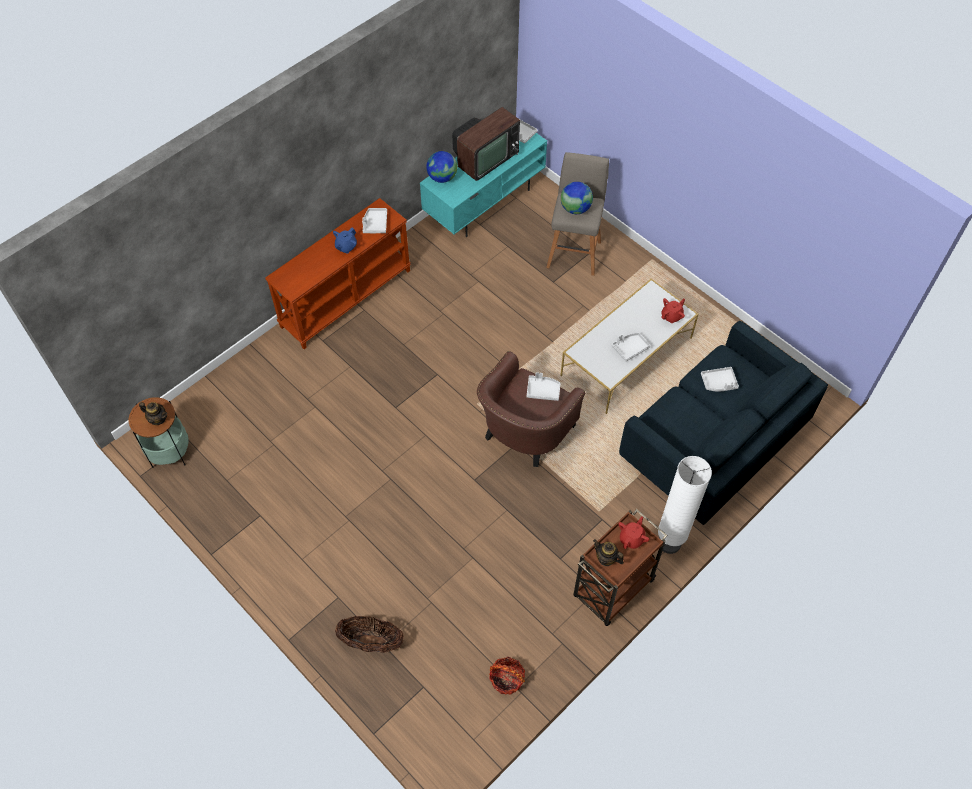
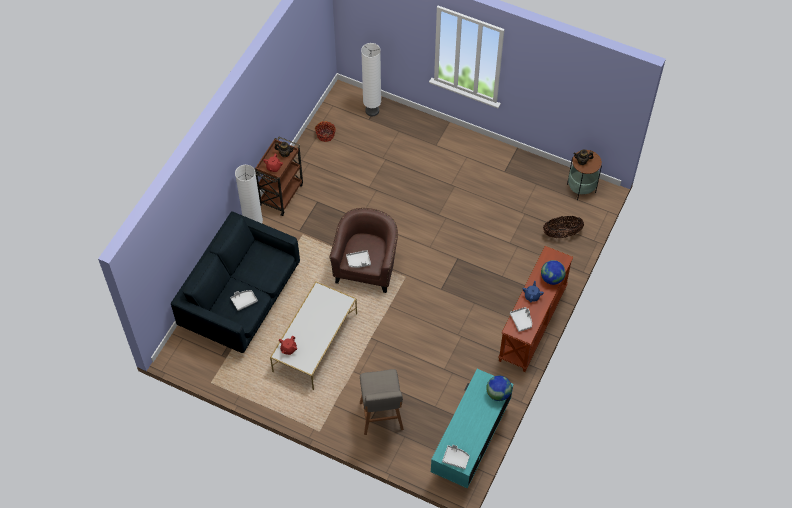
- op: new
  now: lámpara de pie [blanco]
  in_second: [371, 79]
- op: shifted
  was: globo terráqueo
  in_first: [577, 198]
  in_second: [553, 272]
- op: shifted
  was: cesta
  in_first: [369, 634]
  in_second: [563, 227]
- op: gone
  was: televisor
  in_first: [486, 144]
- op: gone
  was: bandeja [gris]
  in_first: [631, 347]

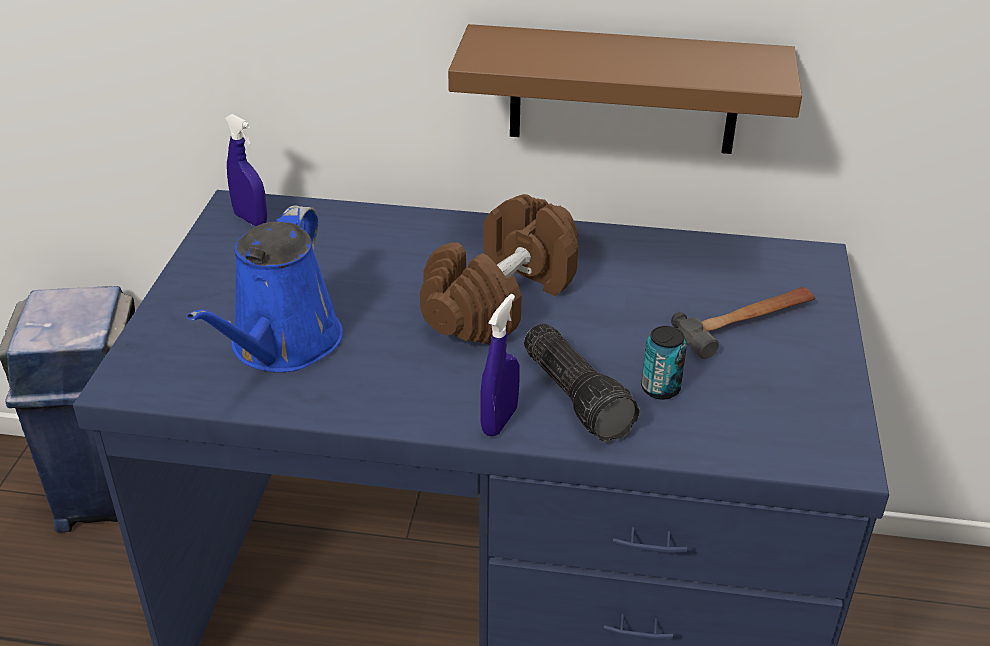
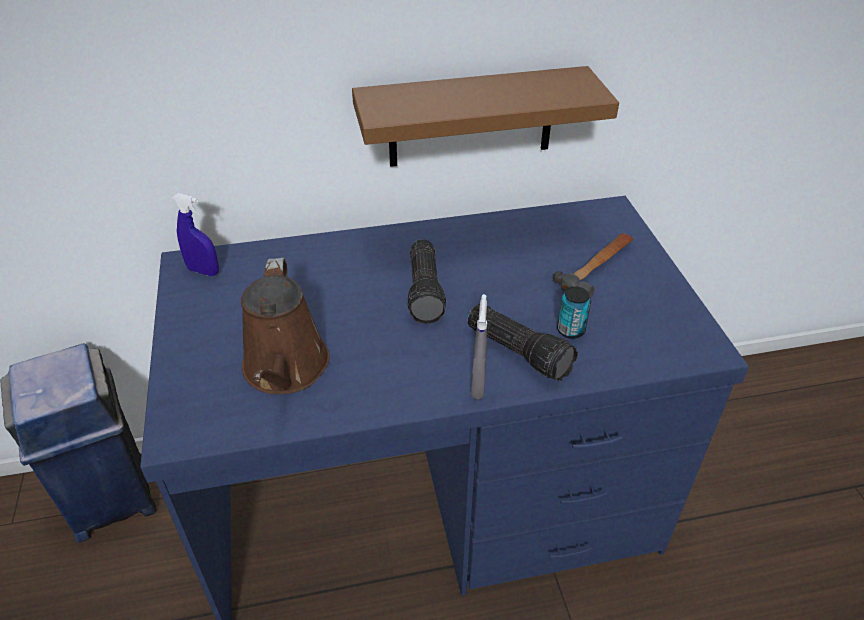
- op: repainted
  was: regadera [azul]
  now: regadera [marrón]
  in_first: [265, 289]
  in_second: [285, 326]
- op: swapped
  was: mancuerna [marrón]
  now: linterna
  in_first: [499, 269]
  in_second: [426, 281]
- op: repainted
  was: pulverizador [azul]
  now: pulverizador [gris]
  in_first: [500, 365]
  in_second: [479, 347]

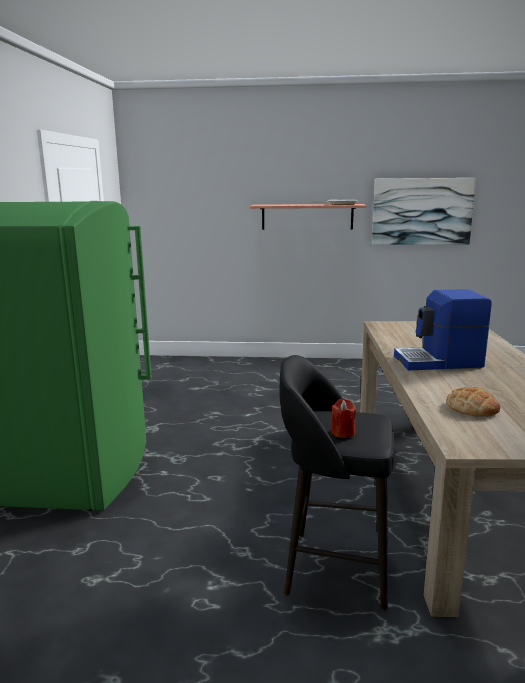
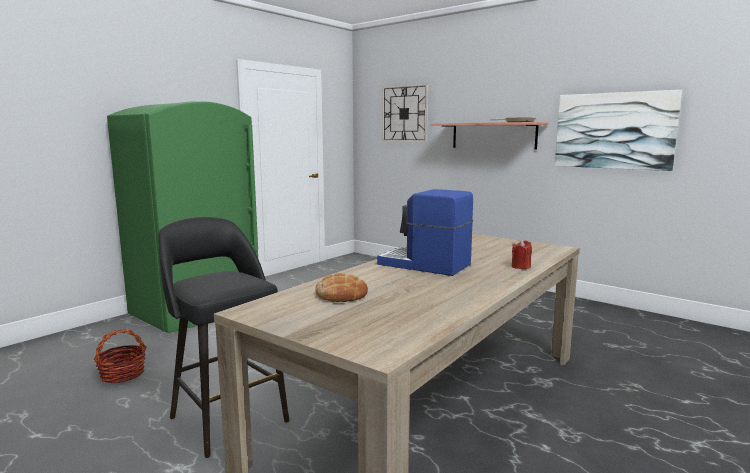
- op: new
  now: cesta
  in_second: [120, 356]
- op: new
  now: reloj de pared
  in_second: [405, 112]
- op: shifted
  was: vela [rojo]
  in_first: [344, 418]
  in_second: [522, 254]

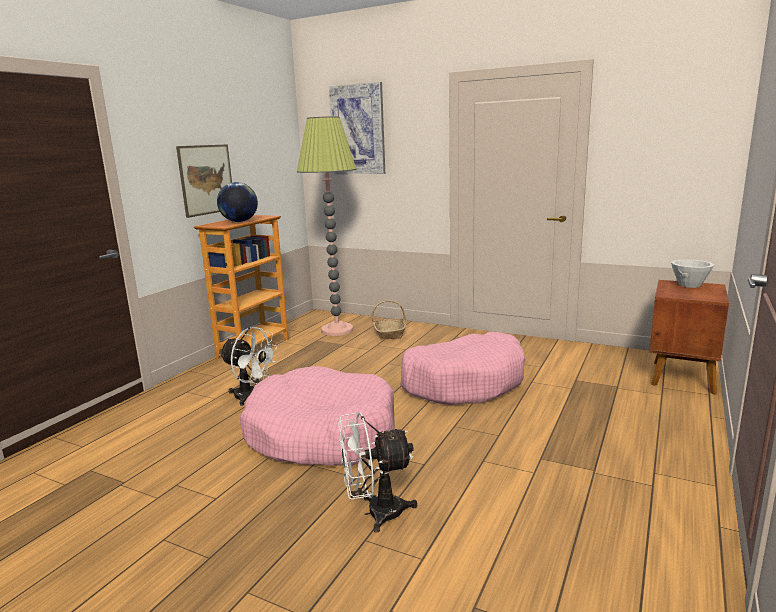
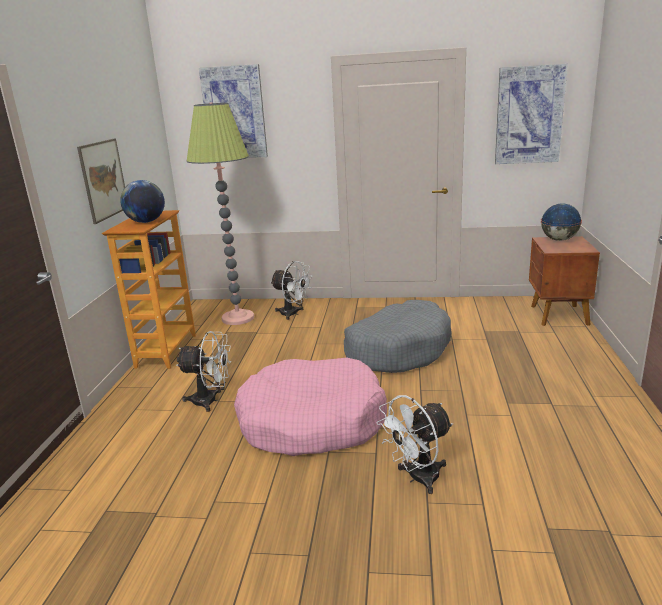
- op: swapped
  was: cesta
  now: ventilador [blanco]
  in_first: [389, 320]
  in_second: [291, 290]
- op: repainted
  was: cama para perro [rosa]
  now: cama para perro [gris]
  in_first: [462, 368]
  in_second: [398, 336]
- op: new
  now: cuadro
  in_second: [531, 114]
- op: swapped
  was: cuenco [blanco]
  now: globo terráqueo
  in_first: [692, 274]
  in_second: [561, 222]

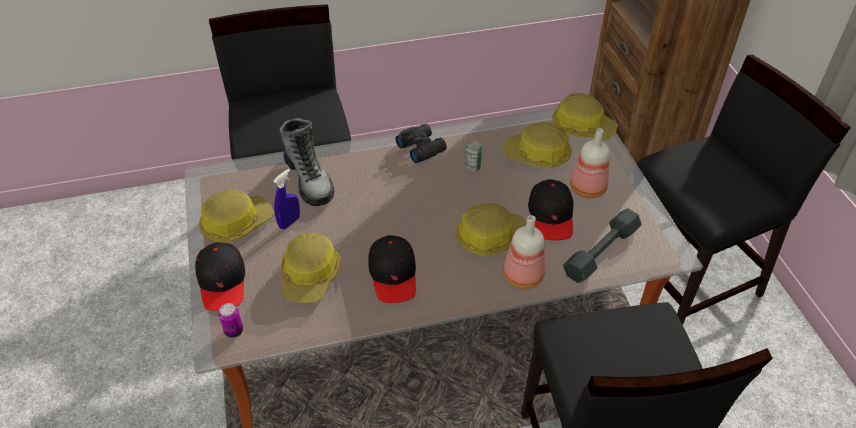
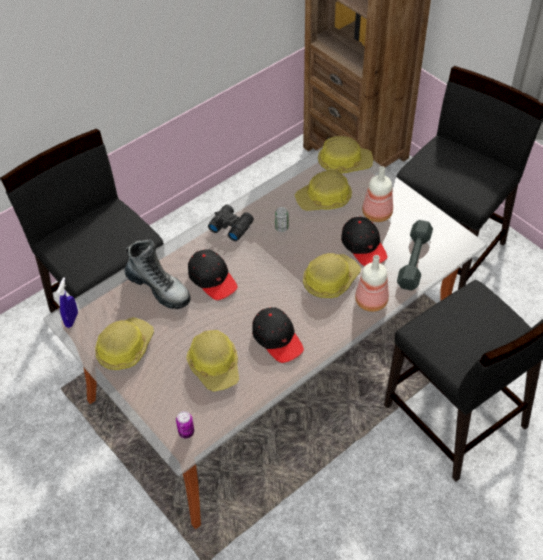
- op: shifted
  was: pulverizador [azul]
  in_first: [286, 199]
  in_second: [67, 302]
- op: shifted
  was: gorra [negro]
  in_first: [220, 276]
  in_second: [213, 274]

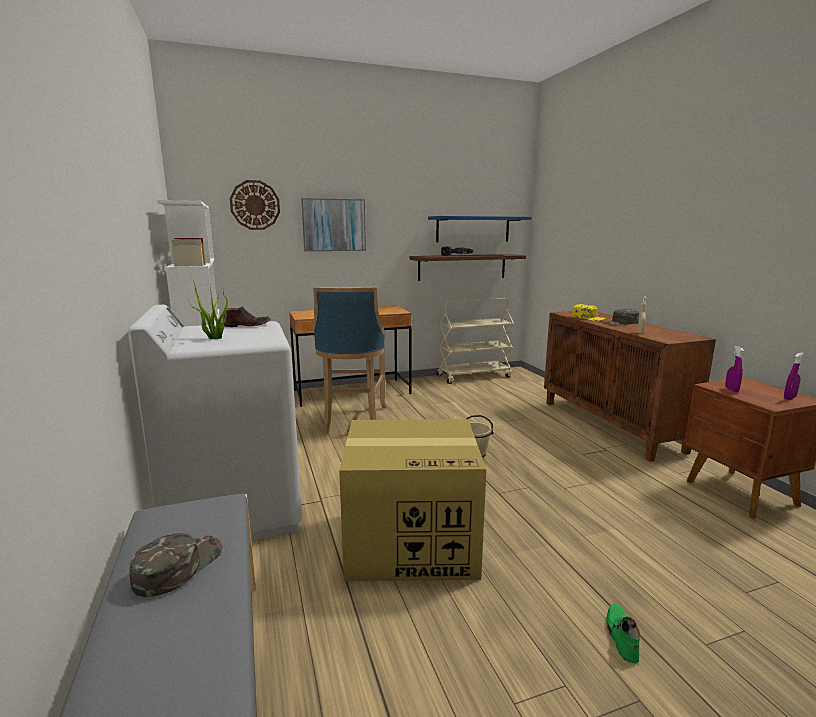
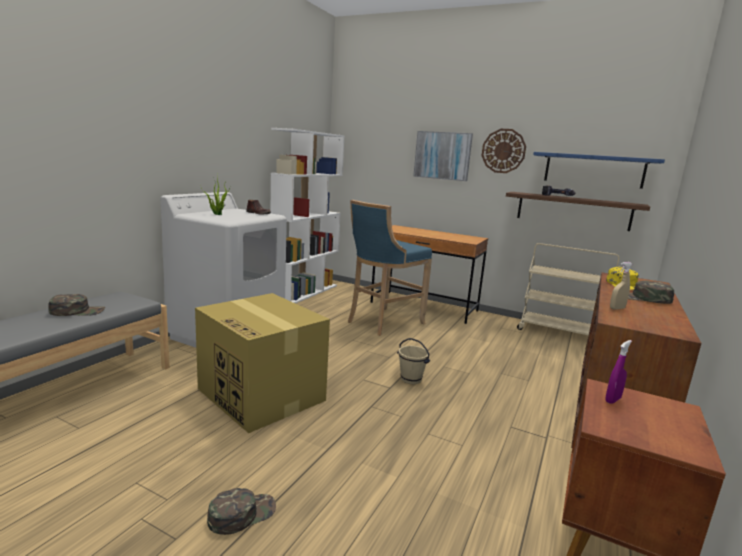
- op: swapped
  was: zapato [verde]
  now: gorra [verde]
  in_first: [623, 633]
  in_second: [241, 511]
- op: shifted
  was: reloj de pared
  in_first: [255, 205]
  in_second: [503, 151]
- op: gone
  was: pulverizador [morado]
  in_first: [794, 376]

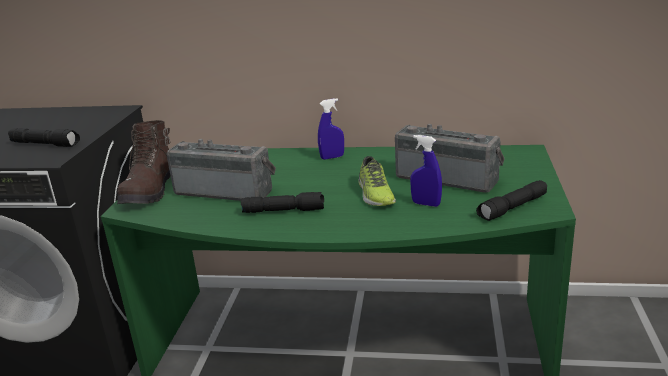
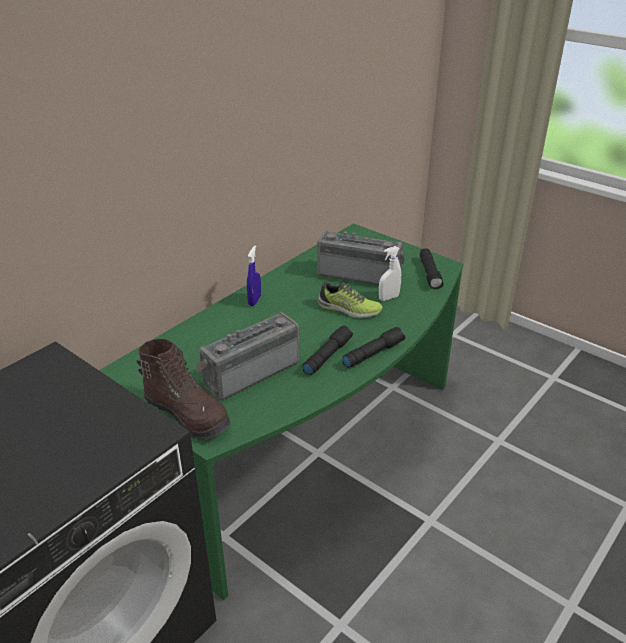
- op: rotated
  was: radio
  in_first: [450, 158]
  in_second: [361, 258]
  clockwise: 45
- op: shifted
  was: linterna [negro]
  in_first: [44, 137]
  in_second: [374, 347]
- op: repainted
  was: pulverizador [azul]
  now: pulverizador [blanco]
  in_first: [426, 171]
  in_second: [390, 273]

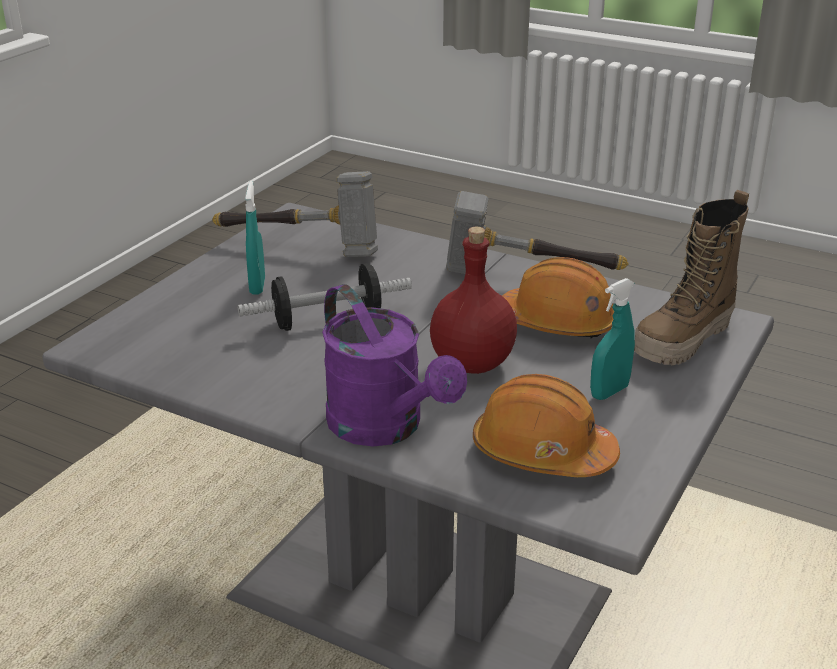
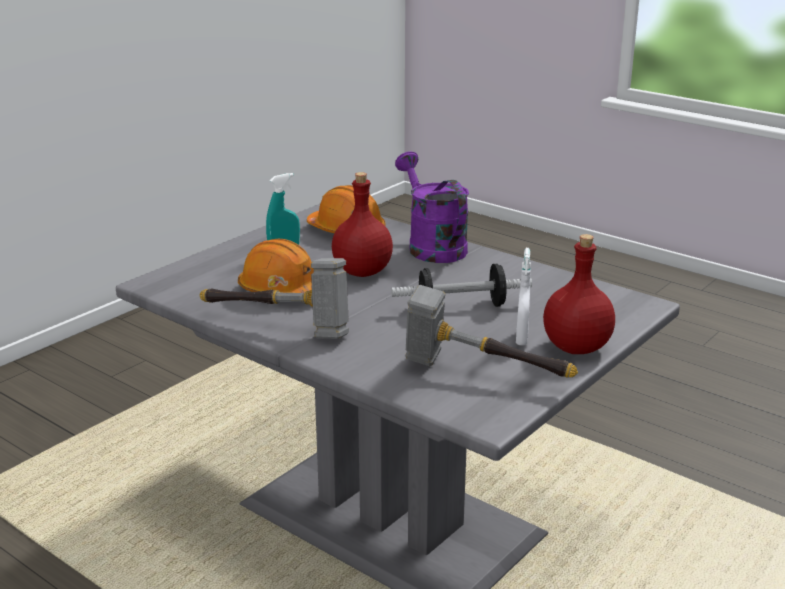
- op: repainted
  was: pulverizador [turquesa]
  now: pulverizador [blanco]
  in_first: [255, 238]
  in_second: [523, 296]
- op: new
  now: botella [rojo]
  in_second: [579, 294]
- op: gone
  was: bota
  in_first: [691, 277]

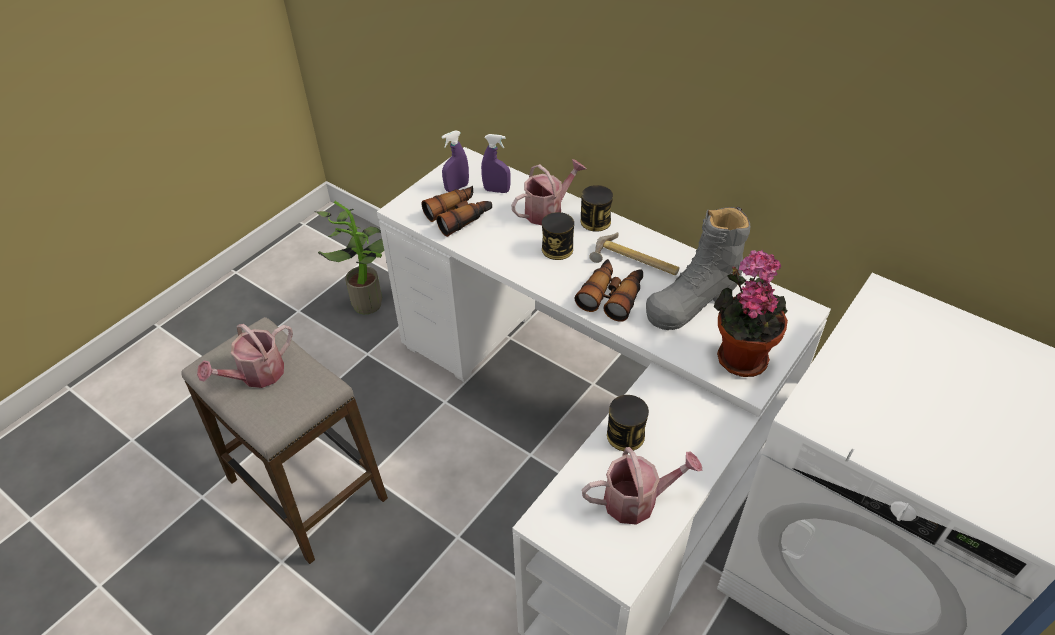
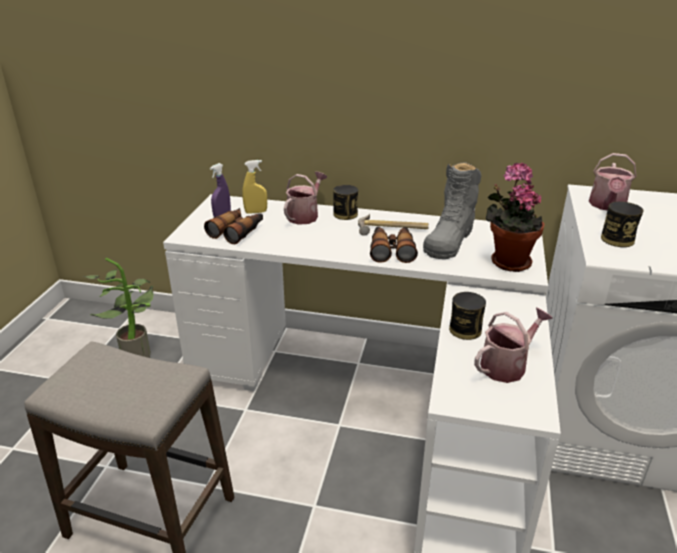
- op: repainted
  was: pulverizador [morado]
  now: pulverizador [amarillo]
  in_first: [496, 163]
  in_second: [254, 187]
- op: shifted
  was: regadera
  in_first: [245, 356]
  in_second: [613, 181]
- op: shifted
  was: lata
  in_first: [558, 236]
  in_second: [622, 224]

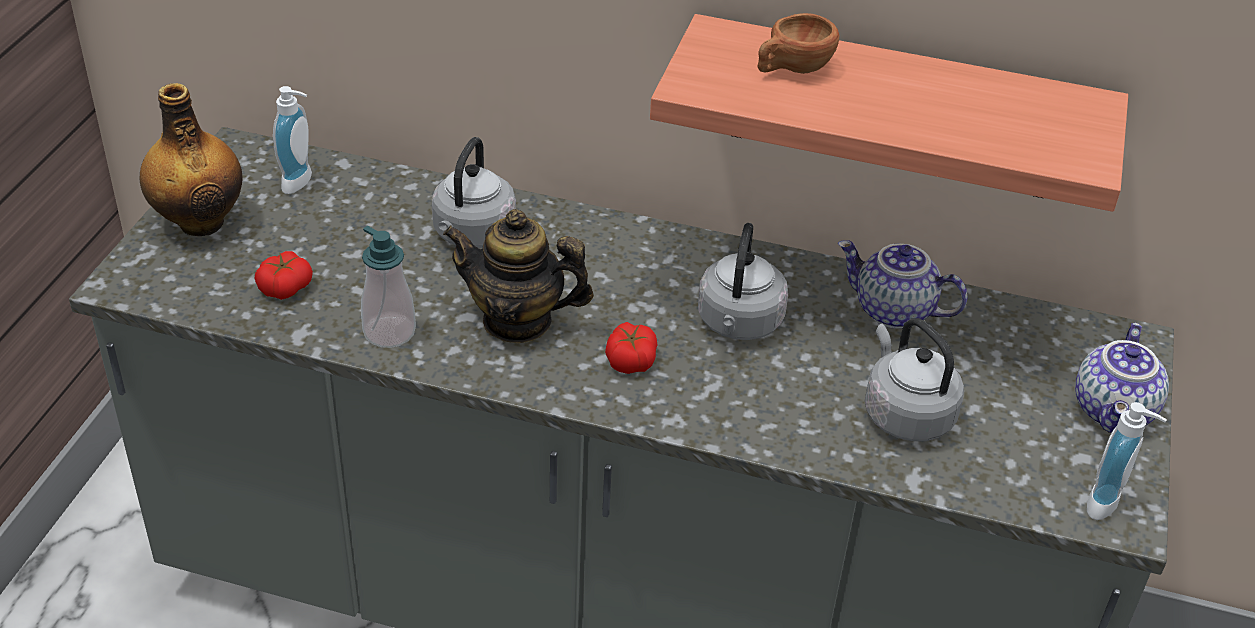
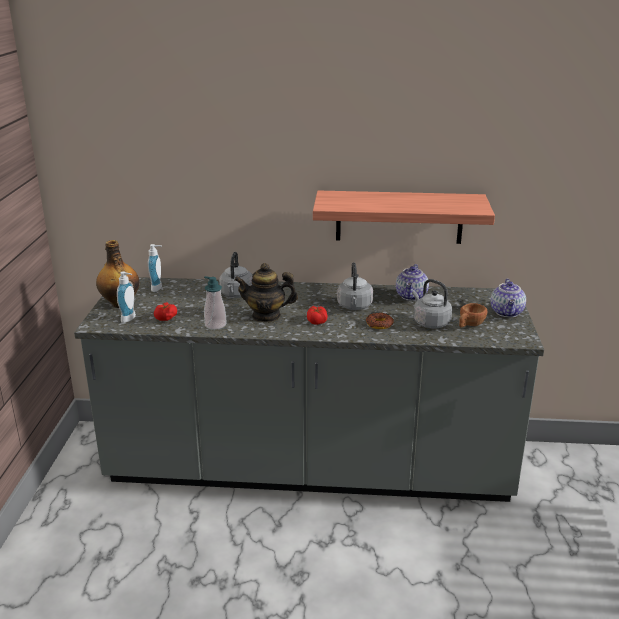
- op: shifted
  was: dispensador de jabón
  in_first: [1127, 461]
  in_second: [126, 297]
- op: new
  now: rosquilla
  in_second: [380, 321]
- op: rotated
  was: tetera
  in_first: [902, 284]
  in_second: [412, 282]
  clockwise: -90
- op: shifted
  was: taza [marrón]
  in_first: [798, 43]
  in_second: [473, 315]

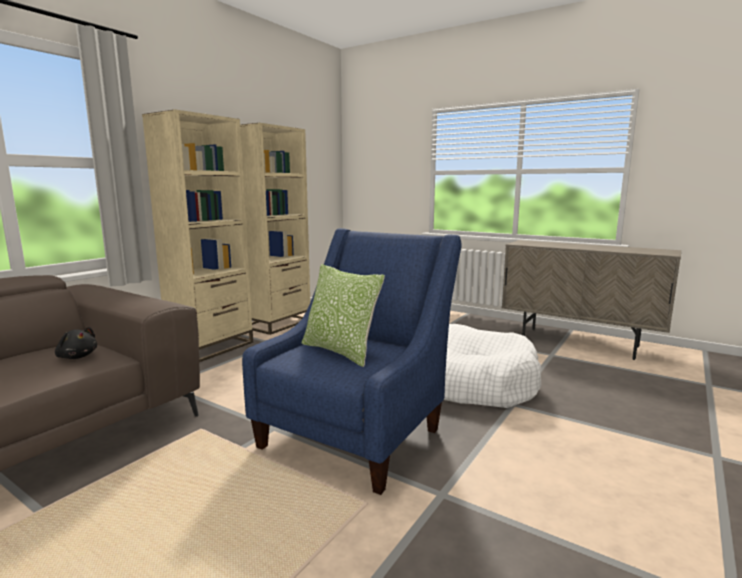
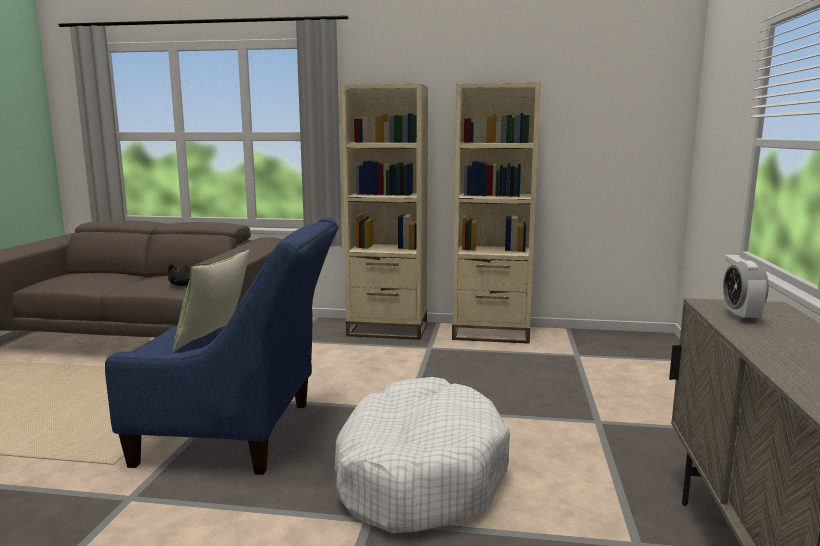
- op: new
  now: despertador
  in_second: [746, 291]

